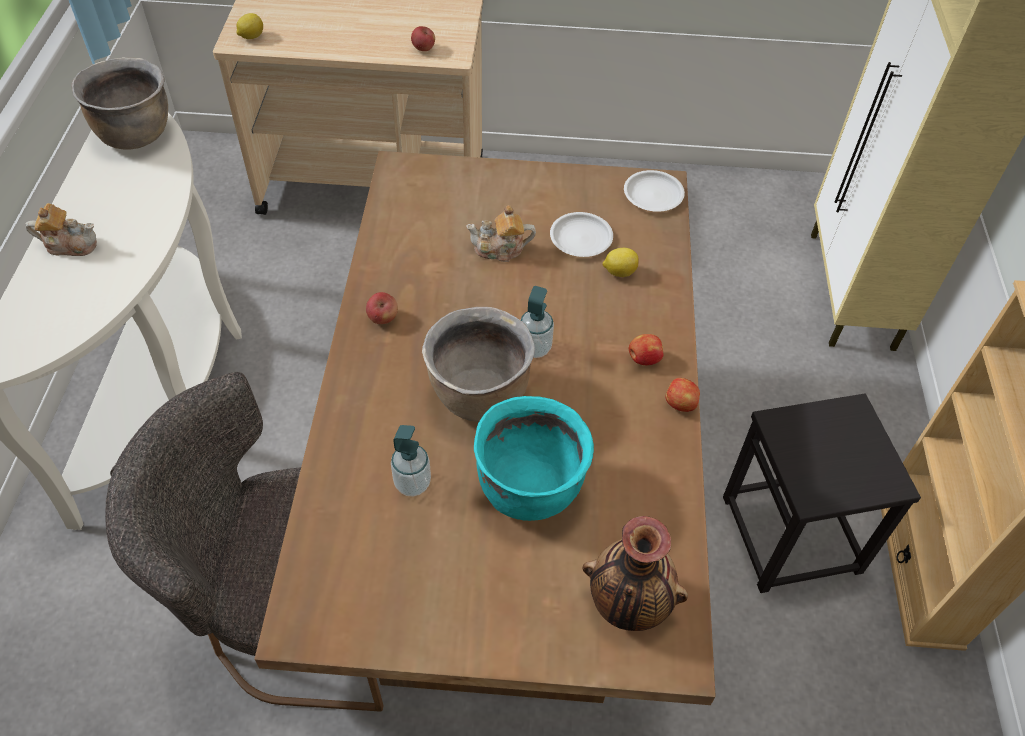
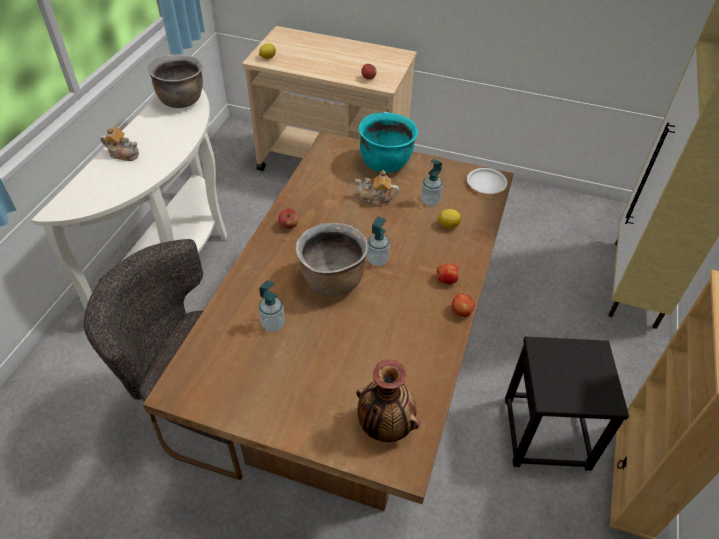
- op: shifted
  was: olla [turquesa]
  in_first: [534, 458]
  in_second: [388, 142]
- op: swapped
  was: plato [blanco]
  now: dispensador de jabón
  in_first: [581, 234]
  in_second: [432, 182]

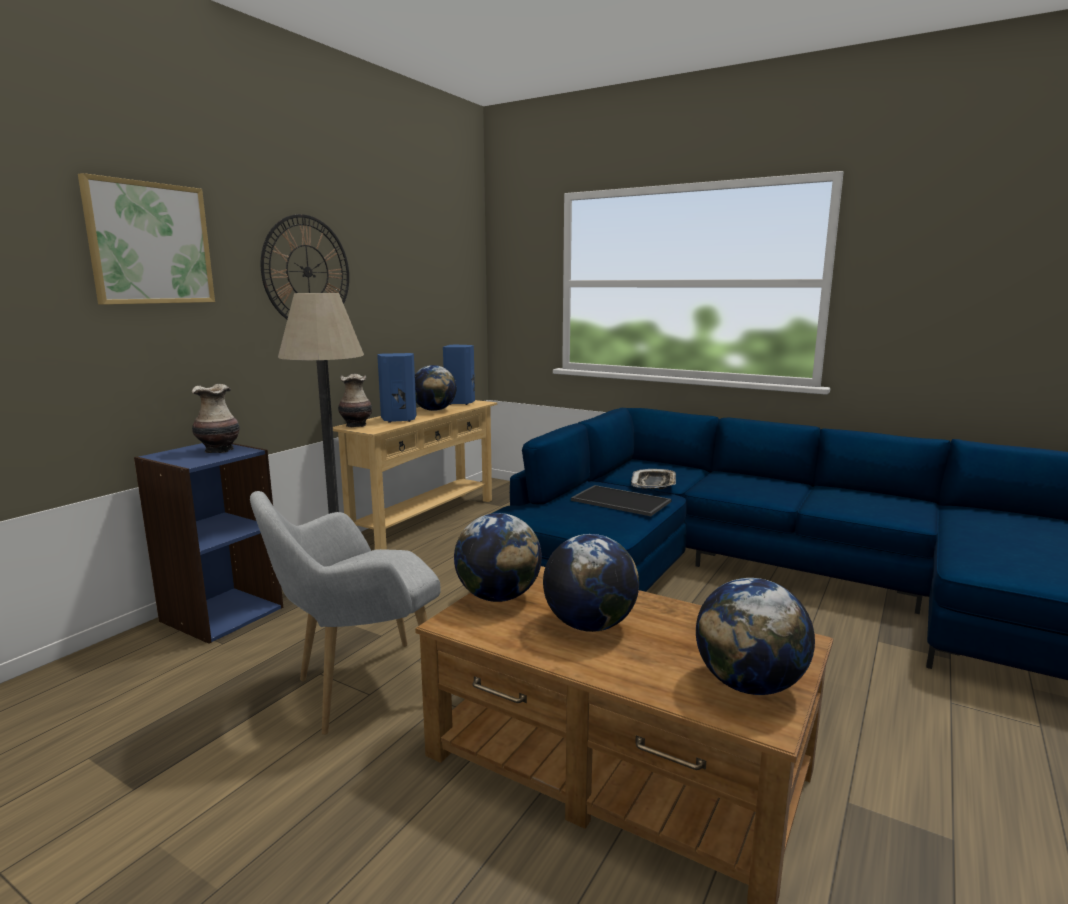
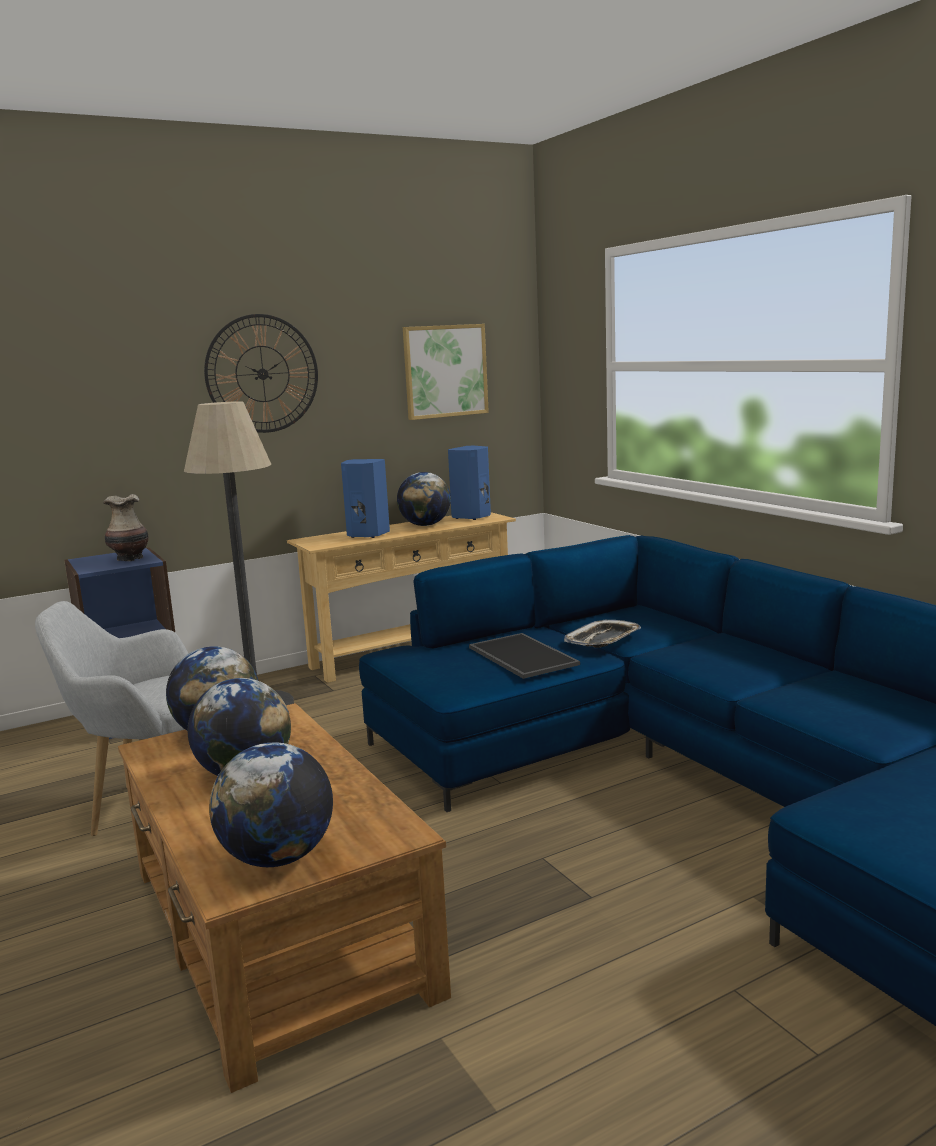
- op: shifted
  was: cuadro
  in_first: [146, 239]
  in_second: [446, 372]
- op: gone
  was: florero
  in_first: [355, 400]

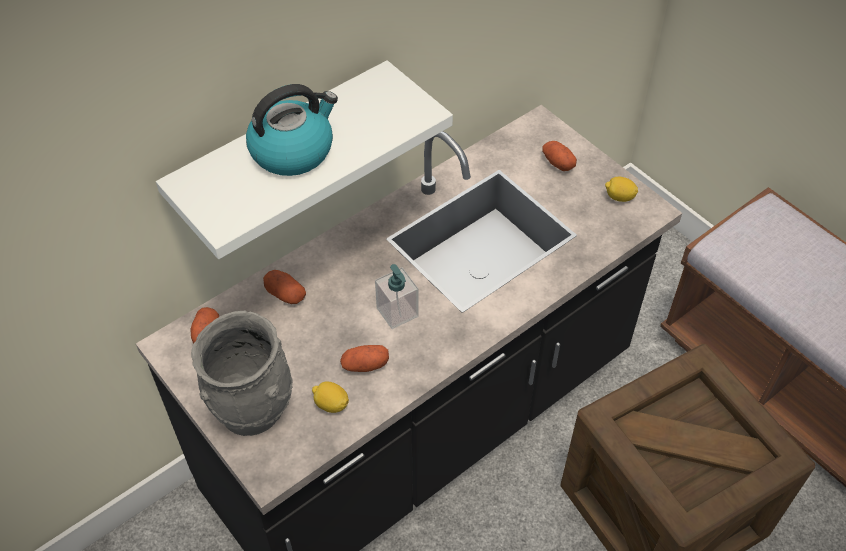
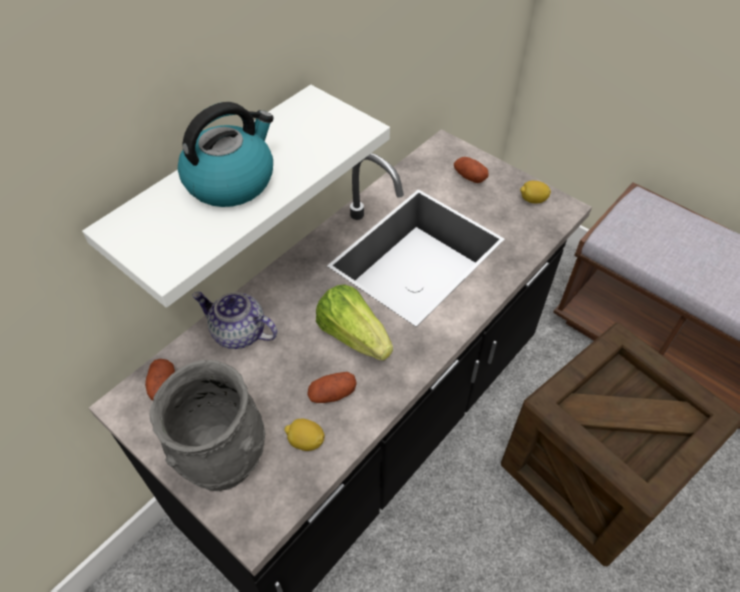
- op: swapped
  was: patata
  now: tetera
  in_first: [284, 287]
  in_second: [234, 320]
- op: swapped
  was: dispensador de jabón
  now: lechuga
  in_first: [397, 296]
  in_second: [354, 322]

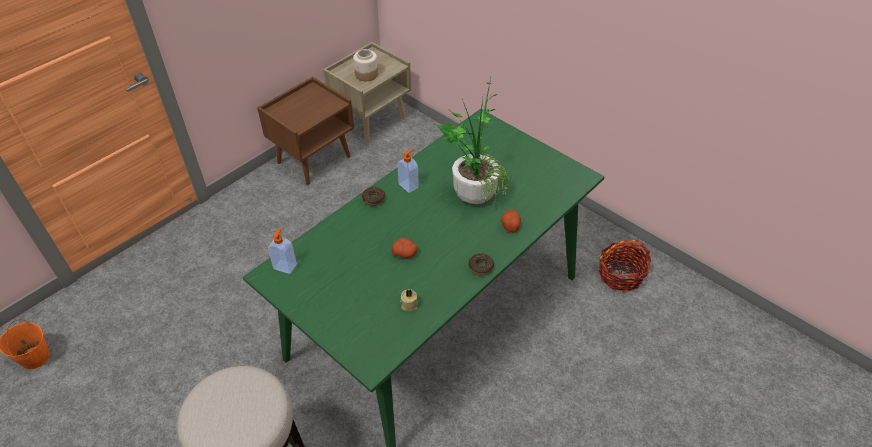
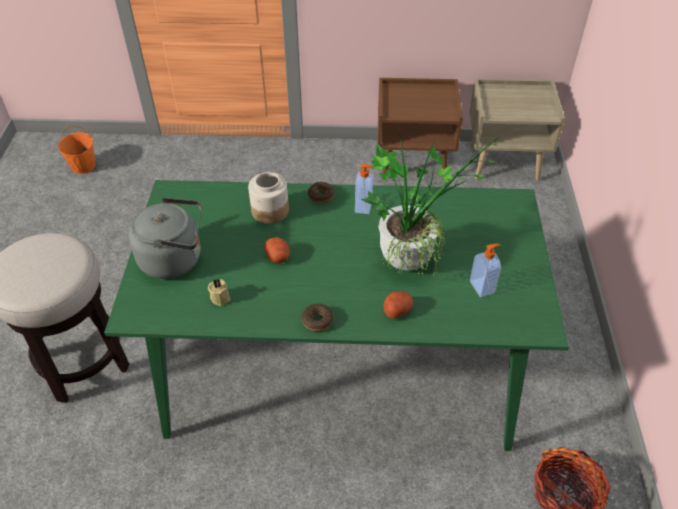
- op: new
  now: hervidor [gris]
  in_second: [165, 238]
- op: shifted
  was: tarro
  in_first: [365, 65]
  in_second: [268, 198]
- op: shifted
  was: dispensador de jabón
  in_first: [282, 251]
  in_second: [485, 270]

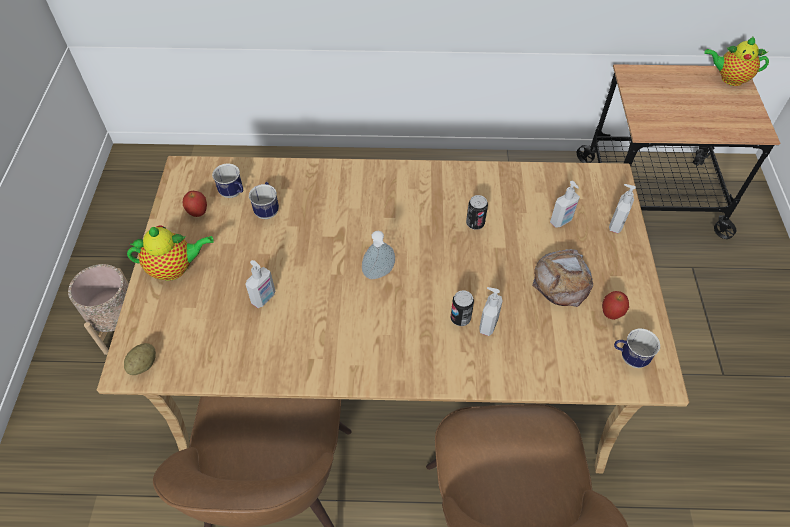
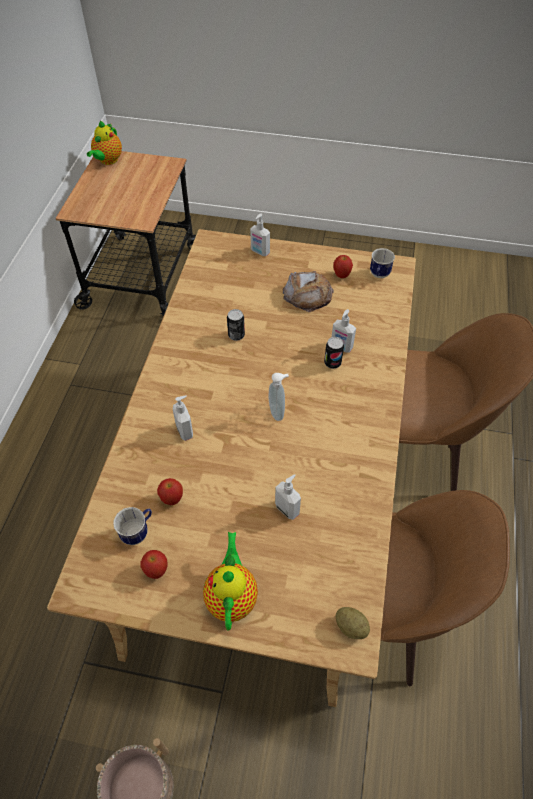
- op: swapped
  was: taza grande
  now: manzana
  in_first: [264, 200]
  in_second: [170, 491]
- op: shifted
  was: dispensador de jabón
  in_first: [565, 204]
  in_second: [183, 418]

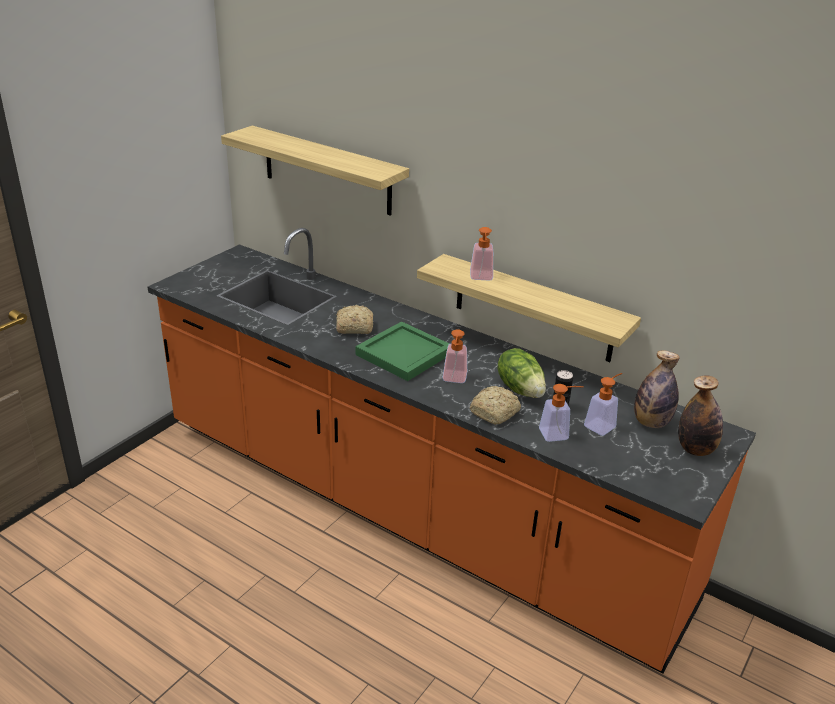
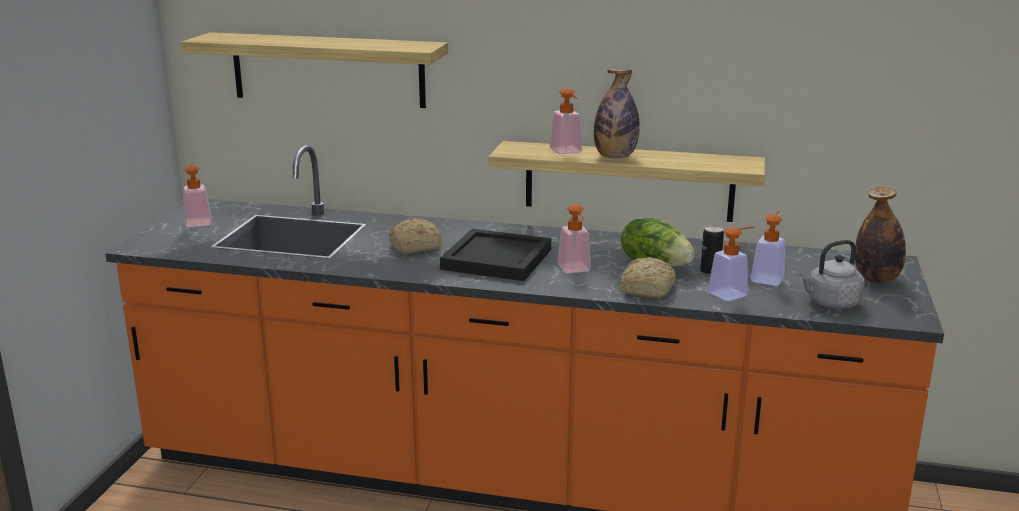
- op: new
  now: dispensador de jabón
  in_second: [197, 195]
- op: repainted
  was: bandeja [verde]
  now: bandeja [negro]
  in_first: [402, 351]
  in_second: [495, 255]
- op: shifted
  was: botella
  in_first: [657, 389]
  in_second: [617, 113]
- op: new
  now: hervidor [gris]
  in_second: [832, 274]

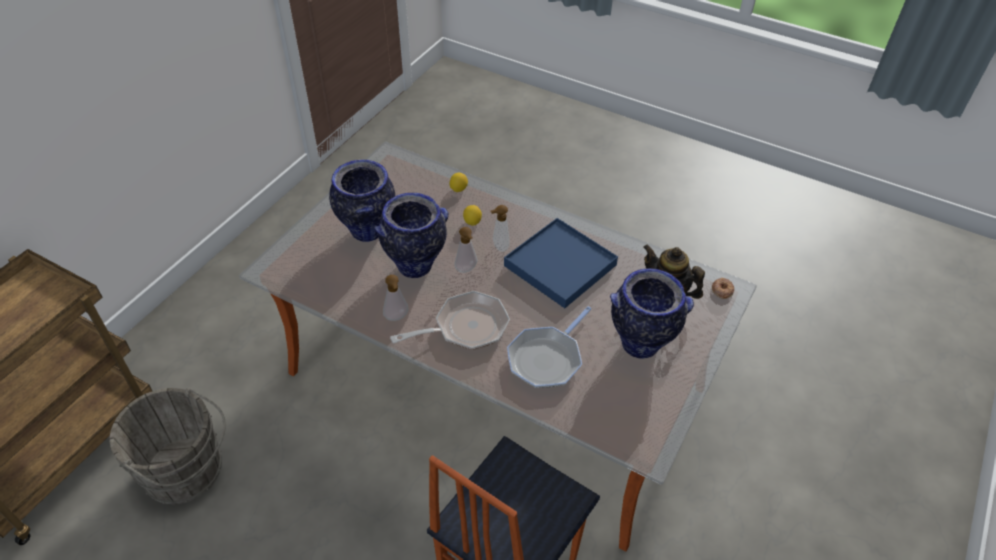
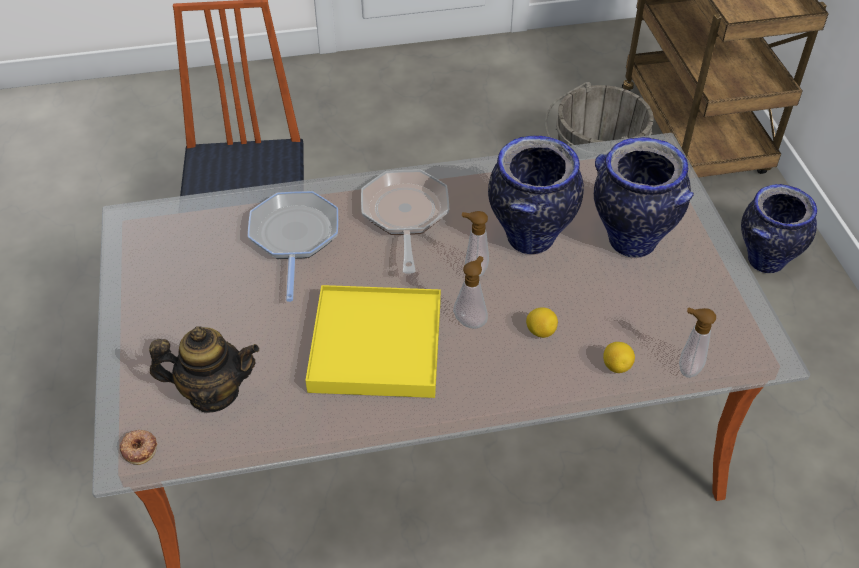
- op: repainted
  was: bandeja [azul]
  now: bandeja [amarillo]
  in_first: [561, 263]
  in_second: [373, 341]
- op: rotated
  was: sartén
  in_first: [450, 320]
  in_second: [405, 222]
  clockwise: 150
- op: shifted
  was: dispensador de jabón
  in_first: [395, 298]
  in_second: [697, 342]
- op: shifted
  was: florero
  in_first: [652, 313]
  in_second: [779, 228]

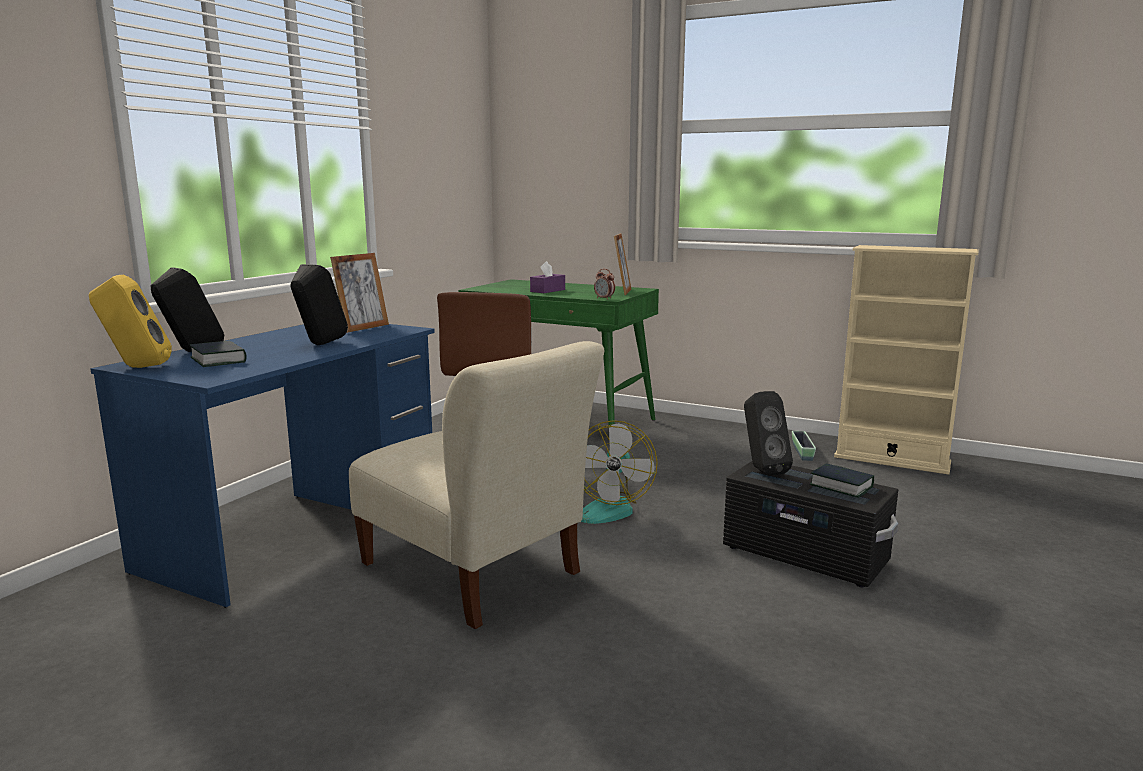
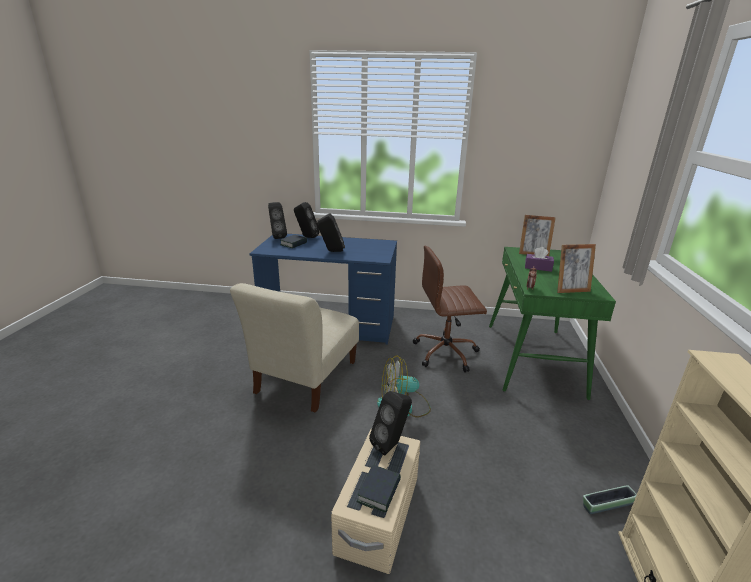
- op: repainted
  was: altavoz [amarillo]
  now: altavoz [negro]
  in_first: [130, 321]
  in_second: [277, 220]
- op: repainted
  was: caja de almacenaje [negro]
  now: caja de almacenaje [beis]
  in_first: [810, 524]
  in_second: [375, 501]
- op: shifted
  was: portarretratos
  in_first: [359, 293]
  in_second: [537, 235]

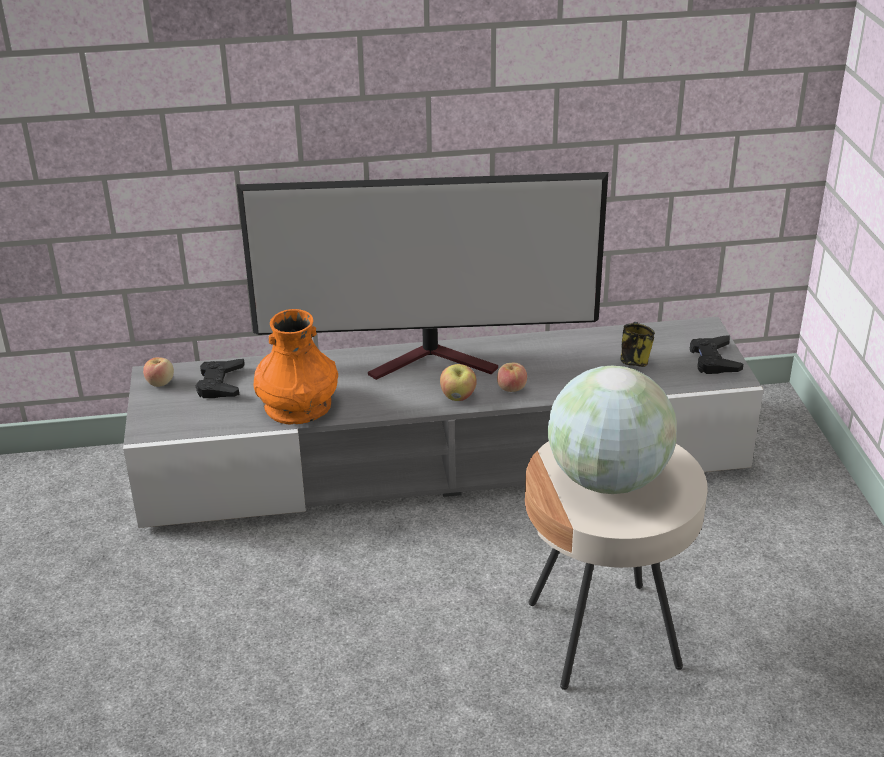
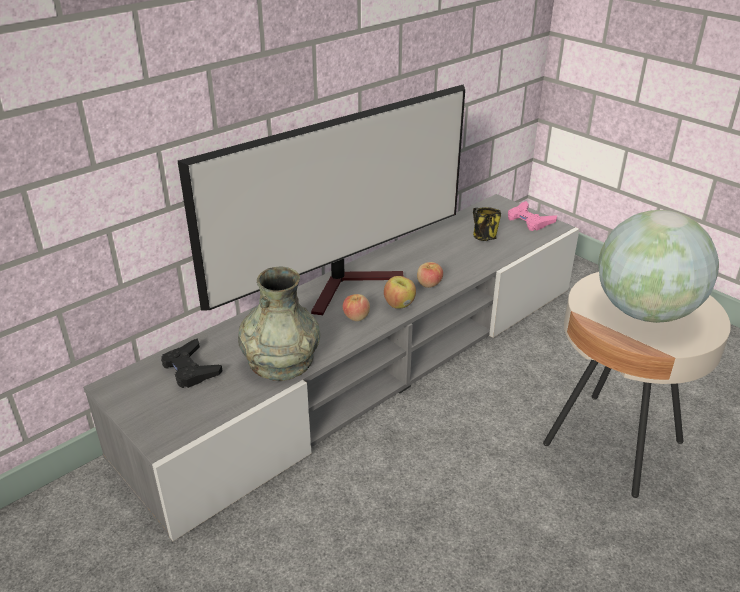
- op: repainted
  was: florero [naranja]
  now: florero [gris]
  in_first: [295, 366]
  in_second: [279, 324]
- op: shifted
  was: manzana
  in_first: [158, 372]
  in_second: [356, 307]
- op: repainted
  was: mando de consola [negro]
  now: mando de consola [rosa]
  in_first: [716, 354]
  in_second: [532, 216]

